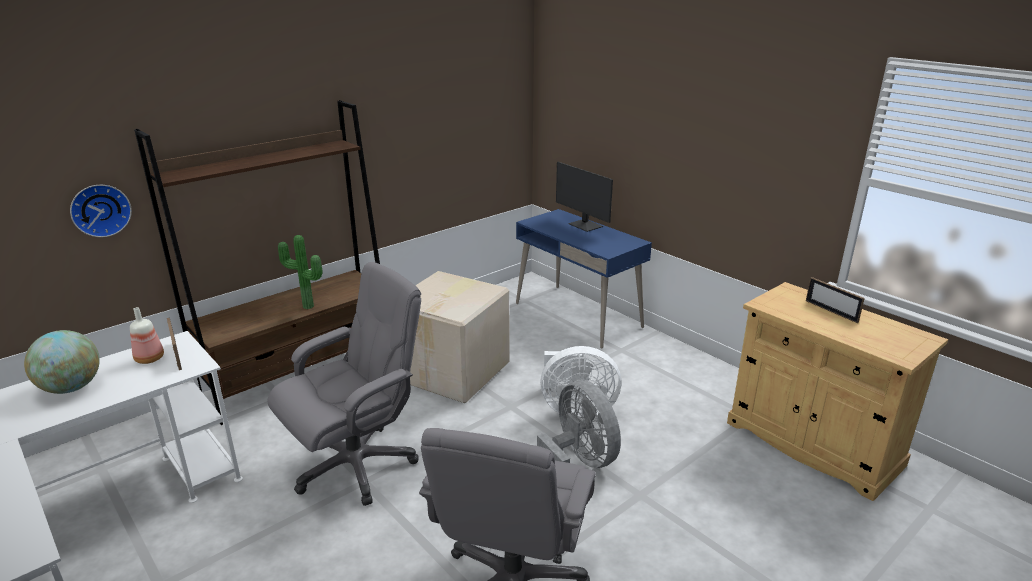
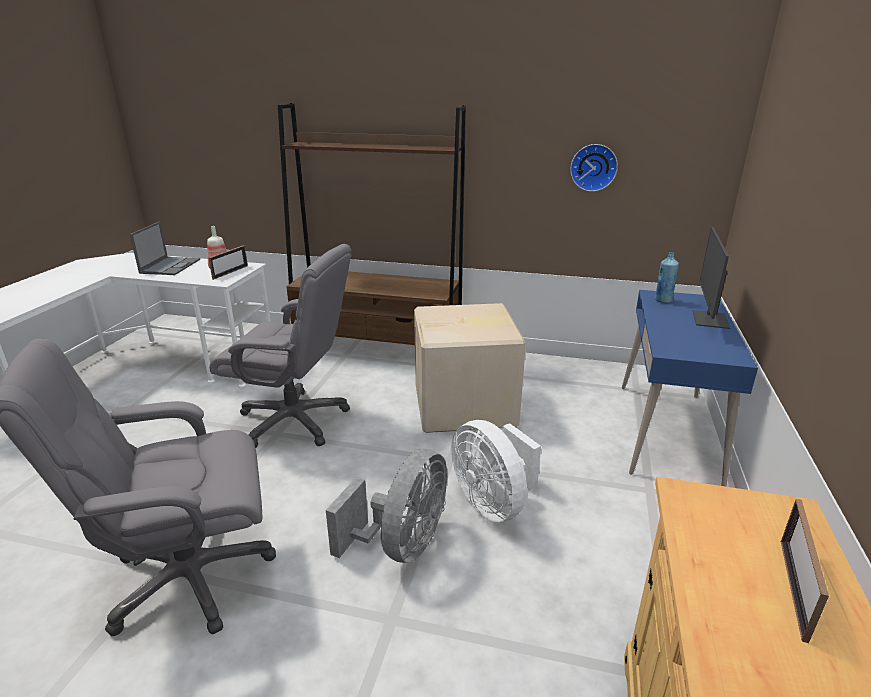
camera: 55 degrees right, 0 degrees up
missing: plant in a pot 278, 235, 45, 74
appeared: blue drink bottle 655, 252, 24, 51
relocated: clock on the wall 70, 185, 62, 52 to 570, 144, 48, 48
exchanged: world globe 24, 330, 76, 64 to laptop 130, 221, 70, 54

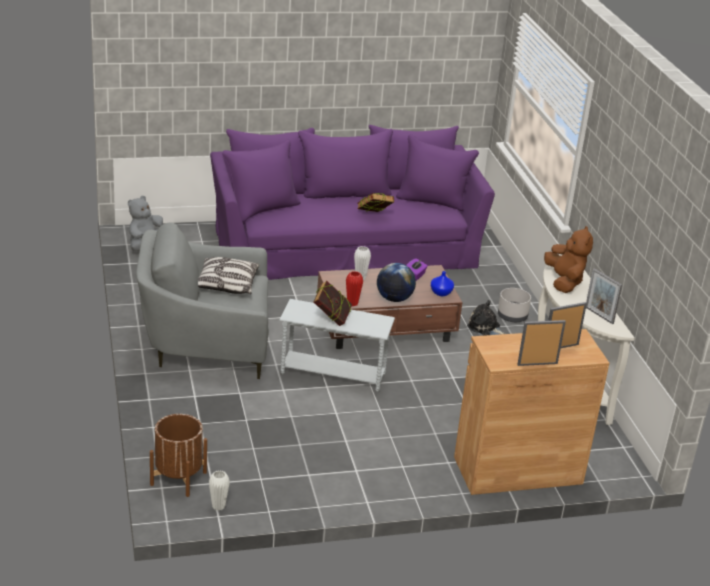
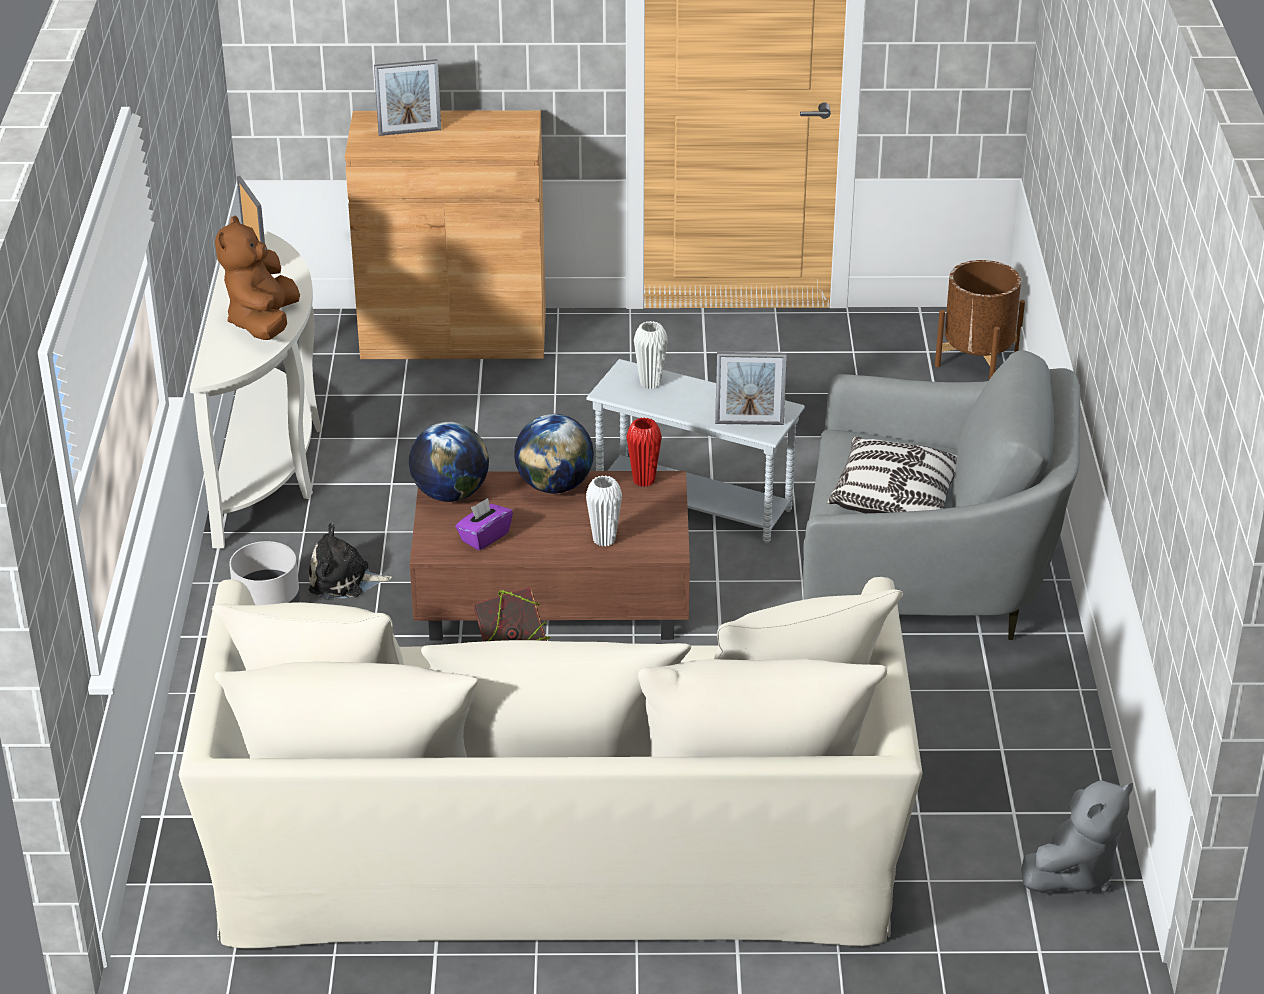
camera: 165 degrees left, 5 degrees up
missing: book 314, 280, 38, 46
relocated: whitish flower vase 209, 470, 21, 41 to 634, 321, 34, 68; photo frame 517, 320, 49, 46 to 715, 352, 72, 73
exchanged: blue flower vase 431, 271, 23, 25 to world globe 409, 422, 80, 80
colour: purple-coloured couch 210, 125, 285, 155 to sand-coloured couch 179, 577, 744, 372
spun: cuddly toy 467, 300, 38, 36 = 309, 523, 83, 75 135 degrees clockwise

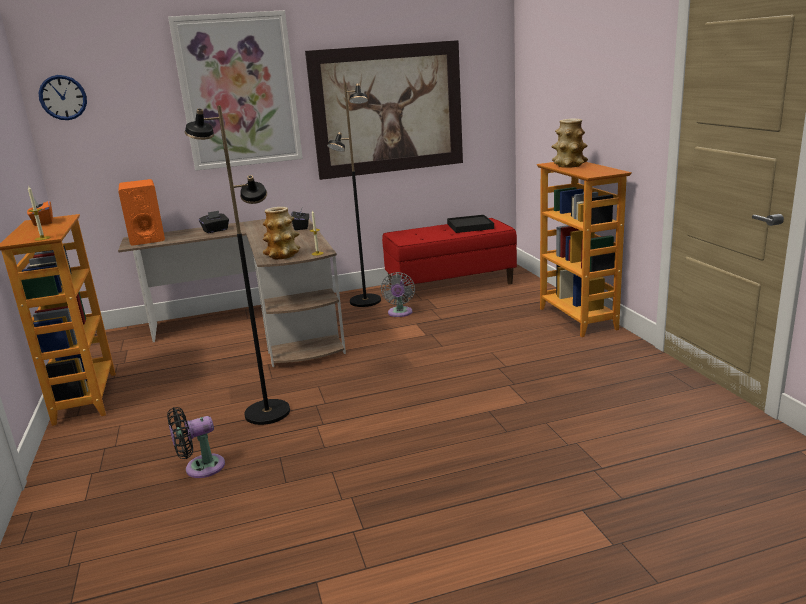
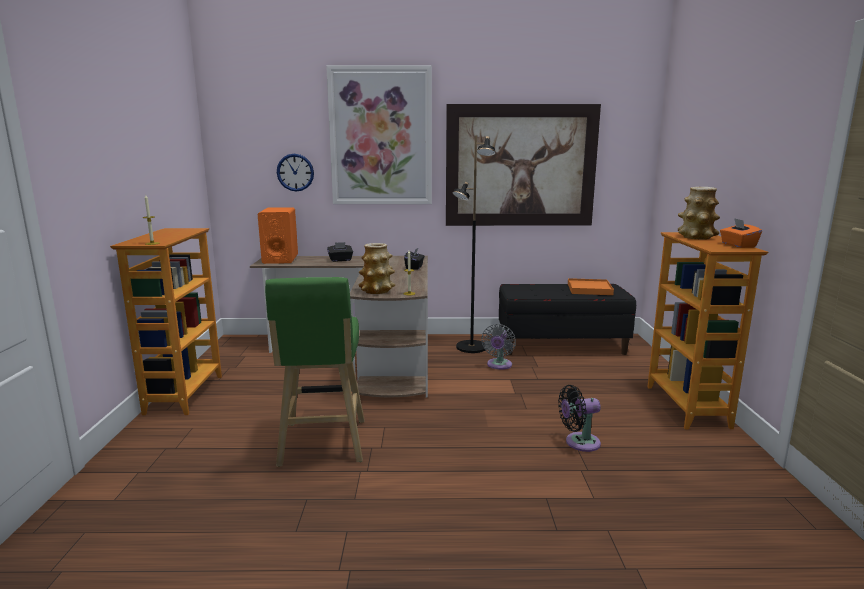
camera: 15 degrees right, 5 degrees down
relocated: clock on the wall 39, 75, 48, 45 to 277, 154, 37, 38; black cooling fan 167, 407, 58, 71 to 558, 385, 43, 67; orange-coloured box of tissues 27, 198, 26, 28 to 720, 218, 42, 30
exchanged: black standing lamp 185, 105, 105, 320 to greenish stool 265, 277, 100, 190
colour: red long seat 382, 218, 135, 84 to black long seat 499, 284, 137, 71; black carrying tray 447, 215, 47, 18 to orange-coloured carrying tray 568, 278, 46, 17

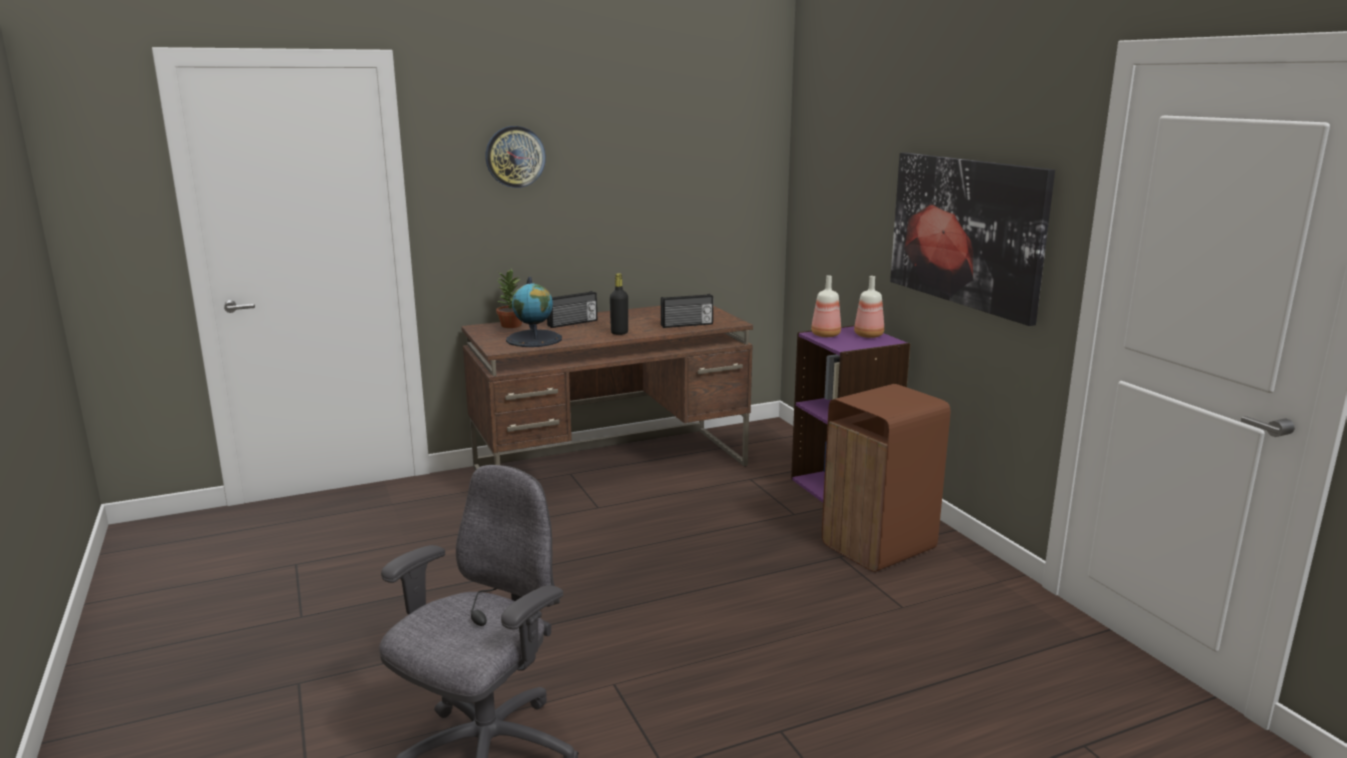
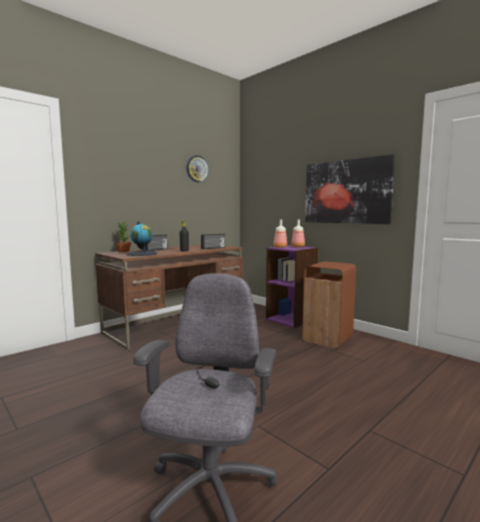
camera: 20 degrees left, 10 degrees down
relocated: clock on the wall 485, 126, 61, 62 to 187, 155, 22, 27

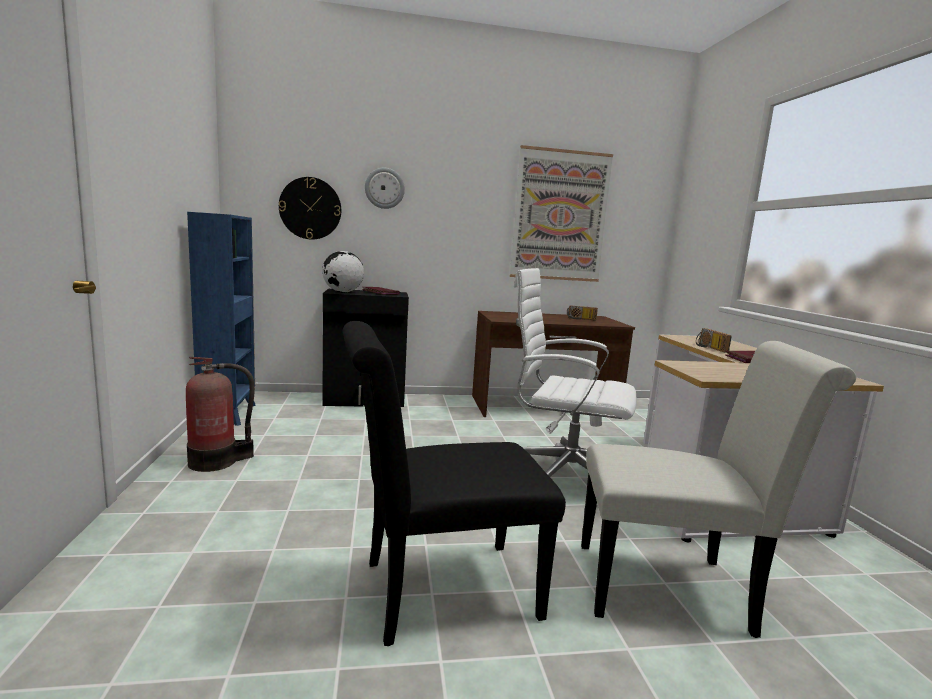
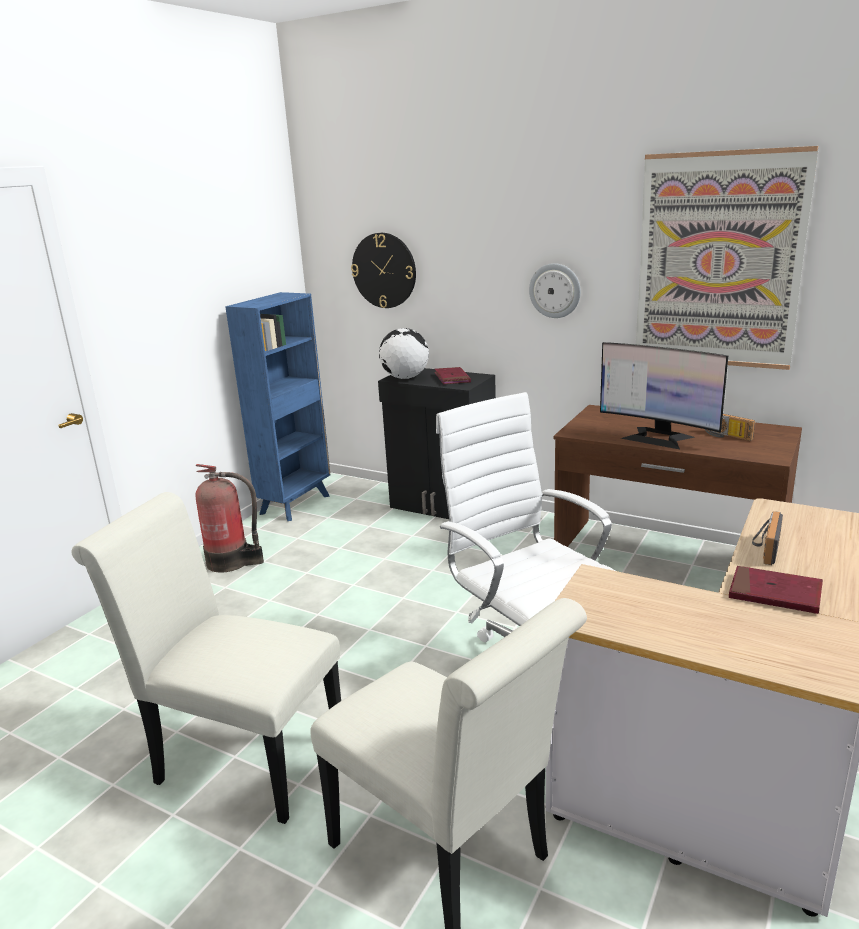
camera: 40 degrees right, 10 degrees up
appeared: monitor 600, 342, 128, 107
relocated: clock on the wall 365, 168, 40, 41 to 529, 263, 52, 55
colour: black plain chair 342, 321, 224, 325 to whitish plain chair 72, 492, 269, 332

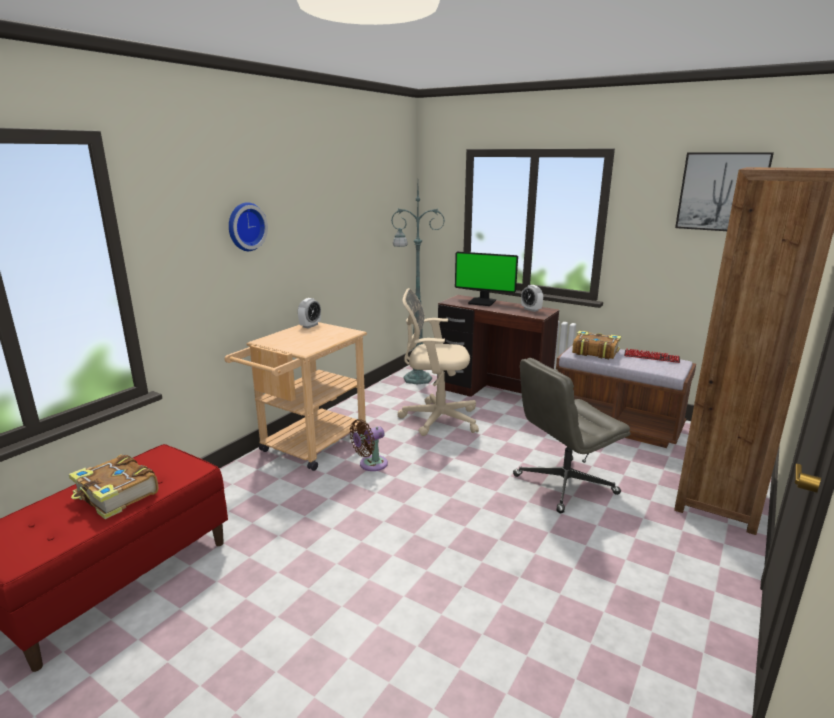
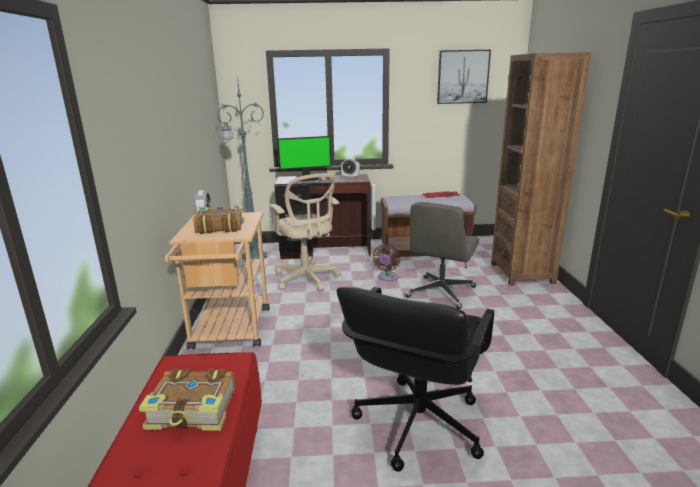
camera: 35 degrees left, 0 degrees up
missing: clock on the wall 229, 202, 39, 49
appeared: black office chair 337, 287, 157, 185
relocated: book 572, 330, 49, 29 to 193, 205, 51, 29; brown-coloured cooling fan 350, 419, 38, 52 to 372, 245, 28, 36
spun: sand-coloured office chair 397, 288, 82, 148 = 269, 173, 72, 119 90 degrees counterclockwise

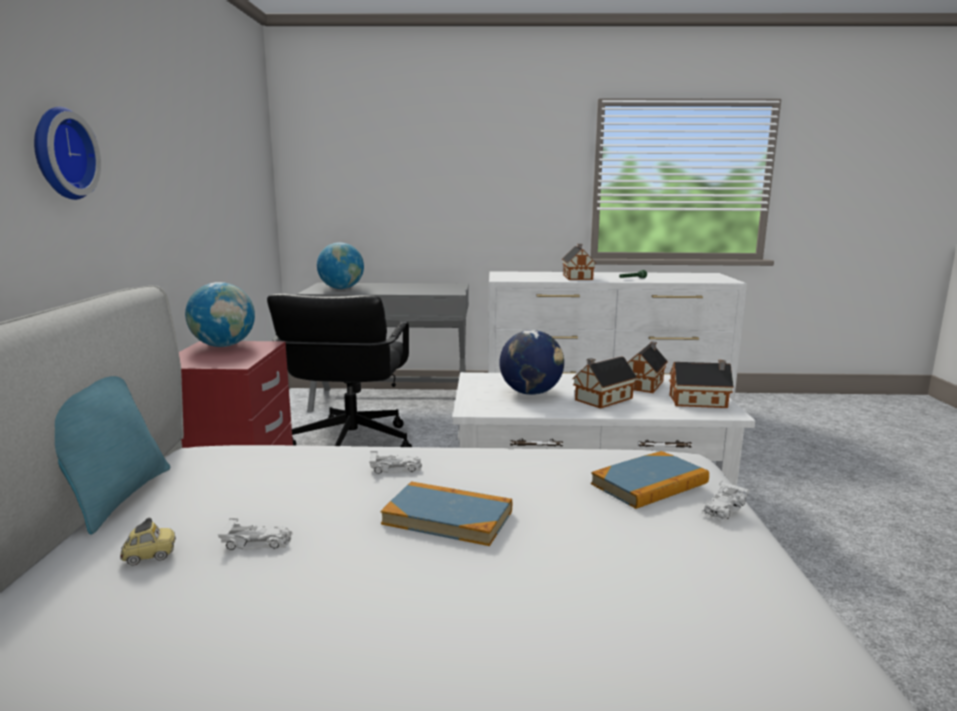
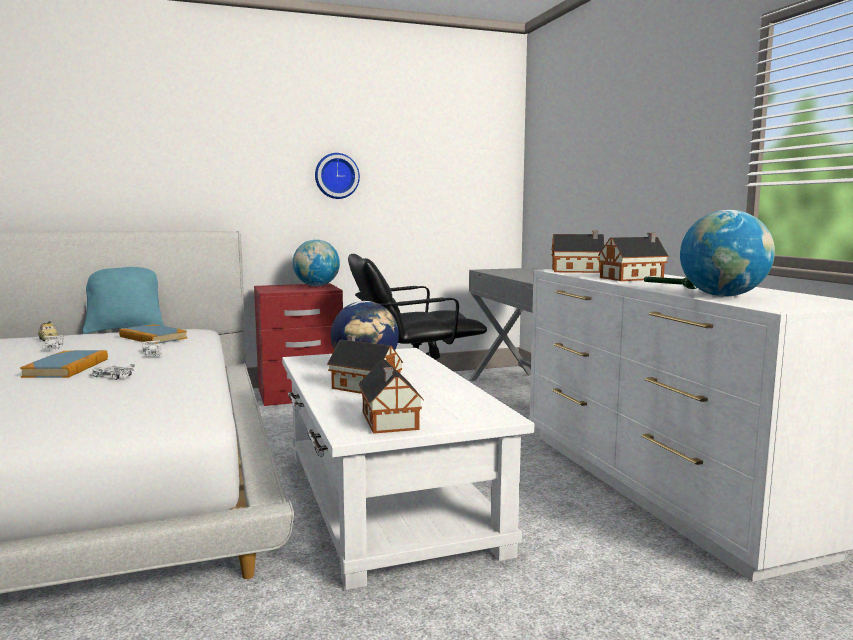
camera: 70 degrees right, 5 degrees down
relocated: whitish model car 702, 480, 48, 42 to 90, 364, 45, 16; book 591, 451, 118, 58 to 119, 324, 68, 20; clock on the wall 34, 107, 67, 93 to 315, 153, 45, 46; toy house 628, 341, 40, 52 to 552, 230, 53, 43; world globe 317, 242, 47, 47 to 680, 210, 95, 87

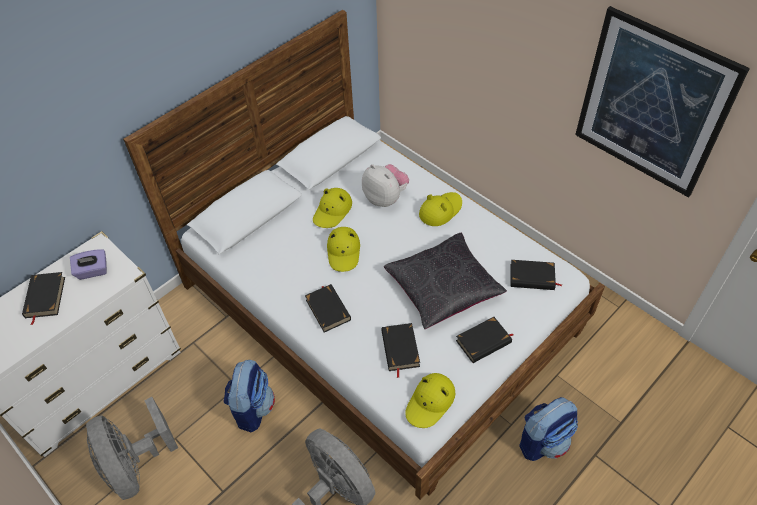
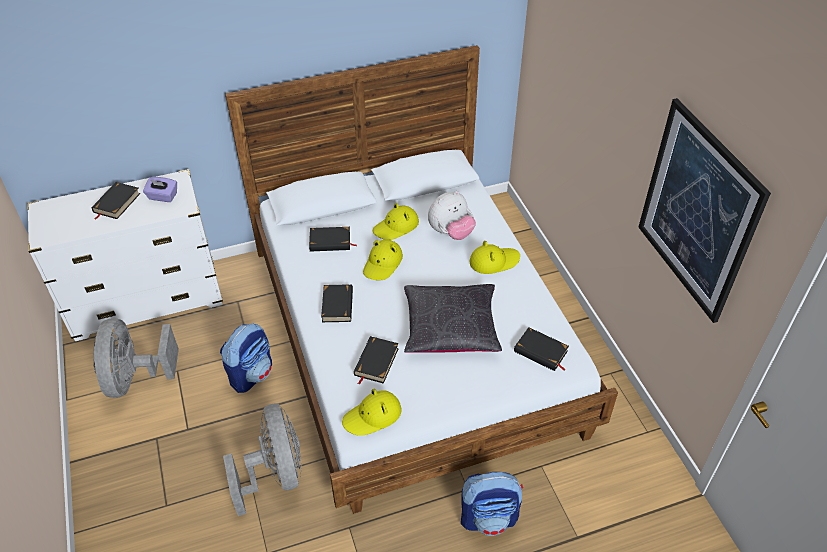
camera: 25 degrees right, 5 degrees down
relocated: black book 456, 317, 57, 46 to 309, 227, 48, 25
spun: cuddly toy 362, 164, 47, 43 = 428, 191, 48, 49 75 degrees clockwise

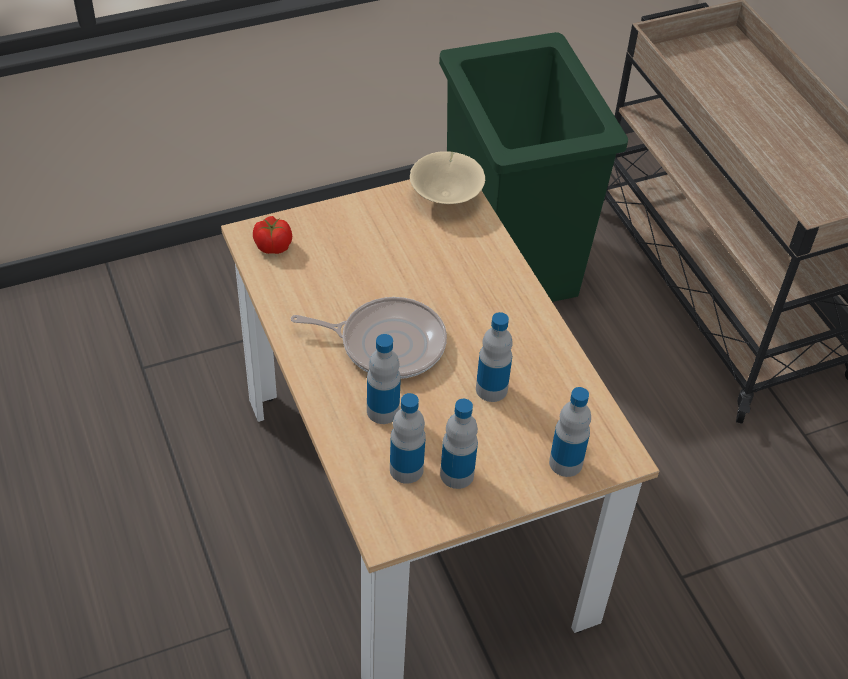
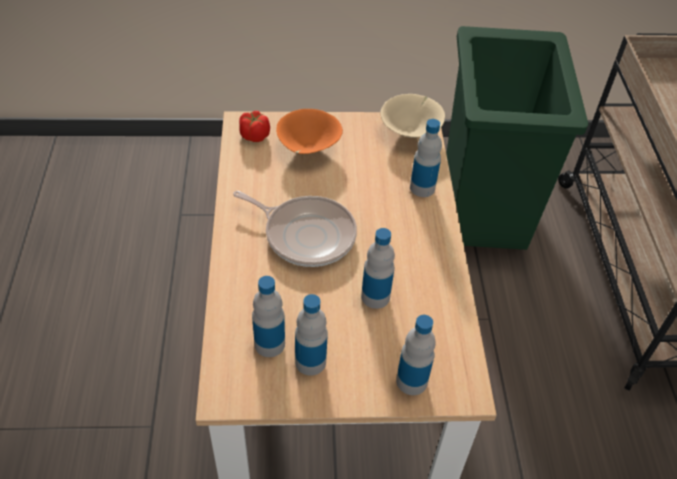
camera: 20 degrees right, 0 degrees up
appeared: orange-coloured bowl 276, 109, 67, 45
relocated: drink bottle 367, 334, 34, 90 to 410, 119, 32, 78

